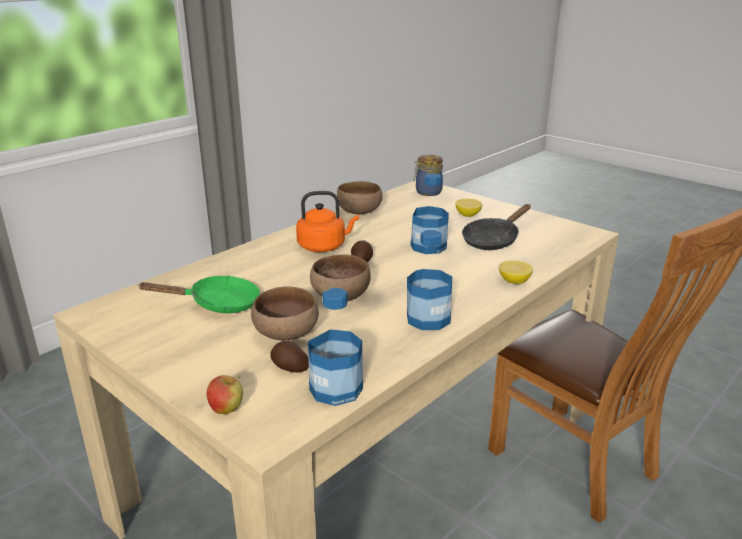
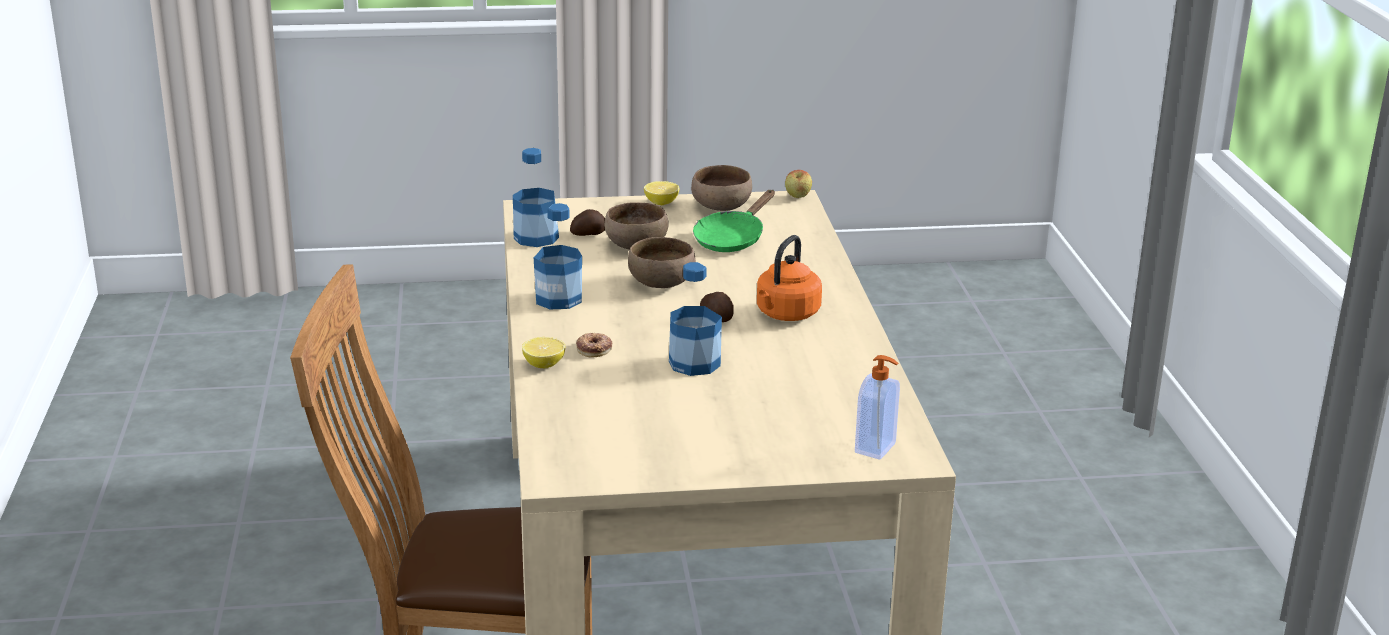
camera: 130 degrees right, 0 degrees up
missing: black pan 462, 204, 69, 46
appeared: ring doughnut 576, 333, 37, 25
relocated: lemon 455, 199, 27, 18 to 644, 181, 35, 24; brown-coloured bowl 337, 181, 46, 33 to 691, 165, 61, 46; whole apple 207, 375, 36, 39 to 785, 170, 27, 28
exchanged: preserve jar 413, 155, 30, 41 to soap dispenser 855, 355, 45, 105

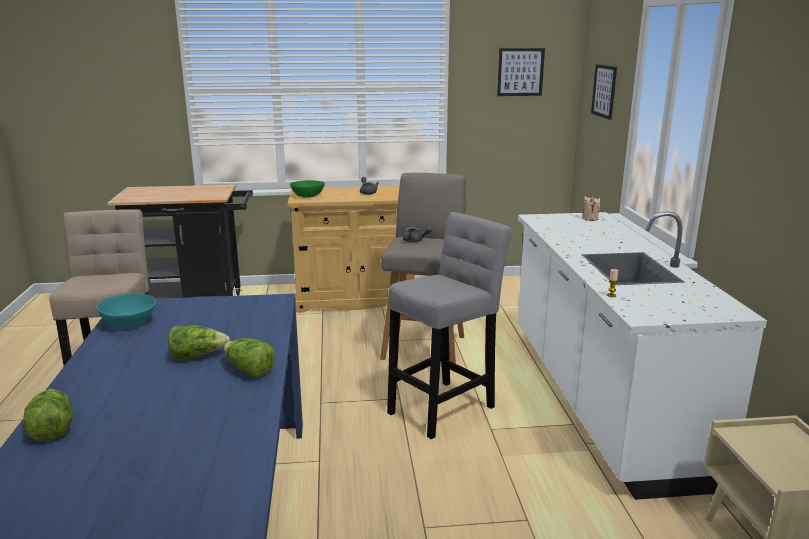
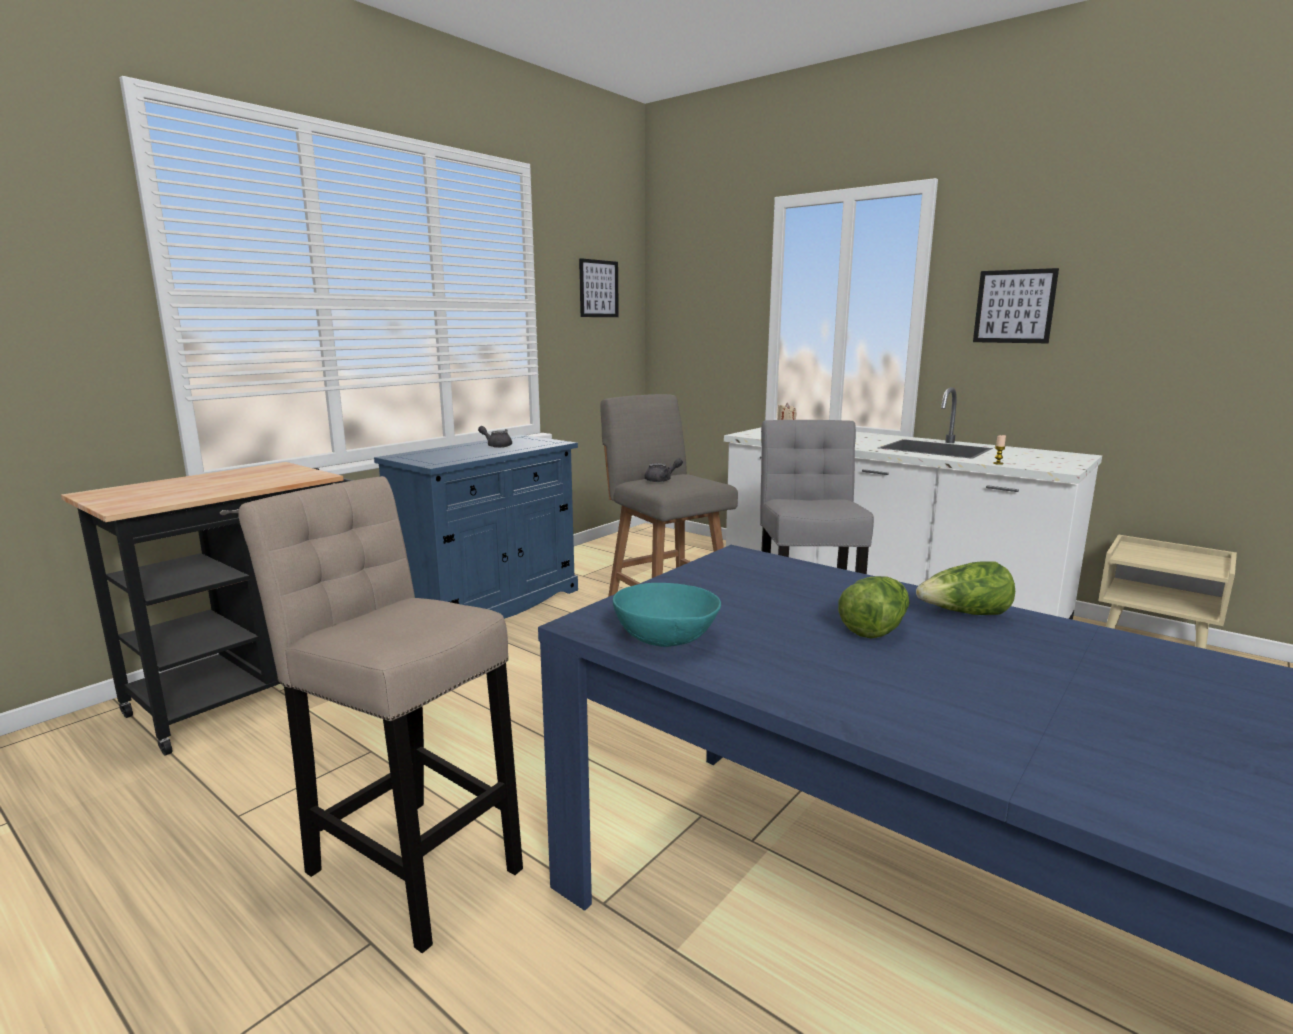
camera: 45 degrees left, 5 degrees down
missing: lettuce head 22, 389, 51, 52; greenish bowl 290, 180, 35, 17
relocated: picture 591, 64, 26, 56 to 973, 268, 86, 75
colour: sand-coloured cupboard 288, 186, 127, 127 to blue cupboard 374, 435, 204, 184

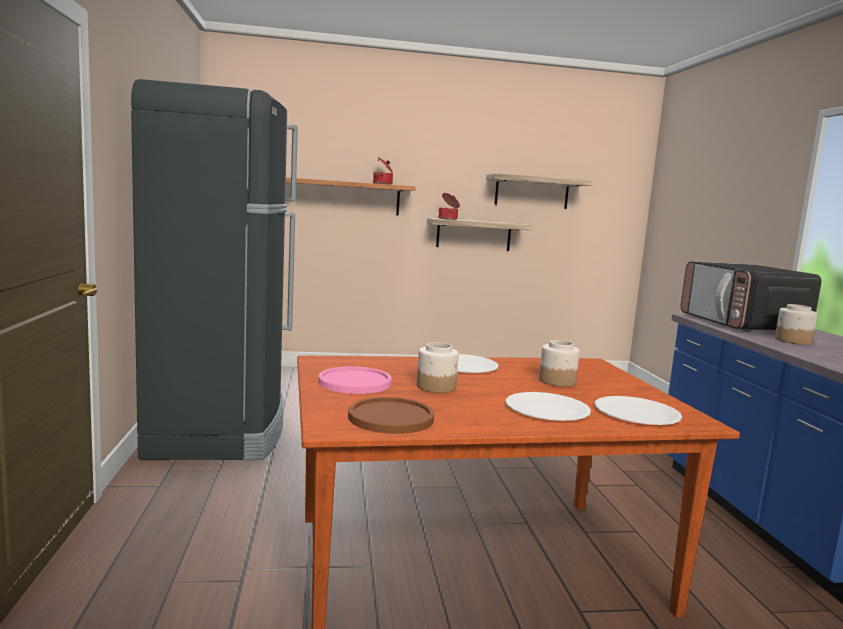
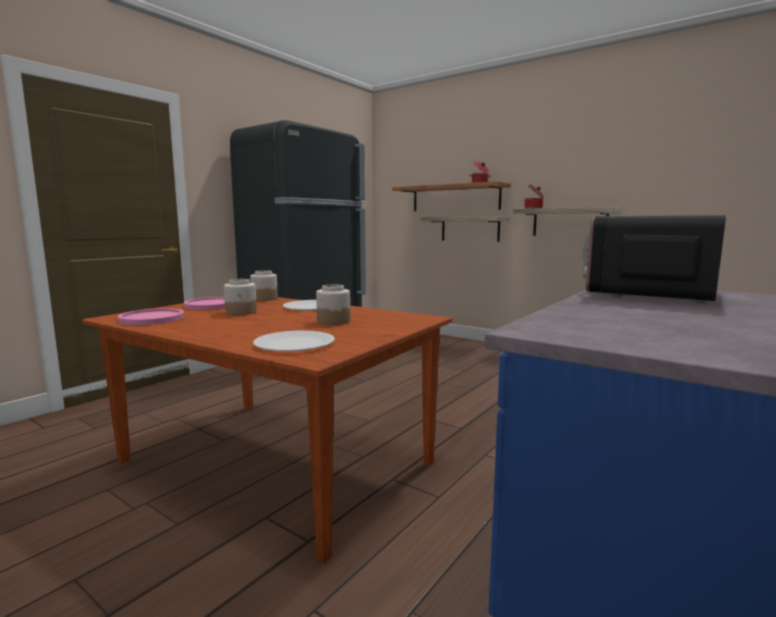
camera: 45 degrees right, 0 degrees up
missing: whitish dinner plate 505, 392, 86, 29
relocated: preserve jar 775, 304, 43, 41 to 250, 270, 28, 31; wall shelf 486, 173, 107, 36 to 421, 216, 88, 26
colour: brown-coloured dinner plate 348, 397, 86, 37 to pink dinner plate 118, 308, 66, 17

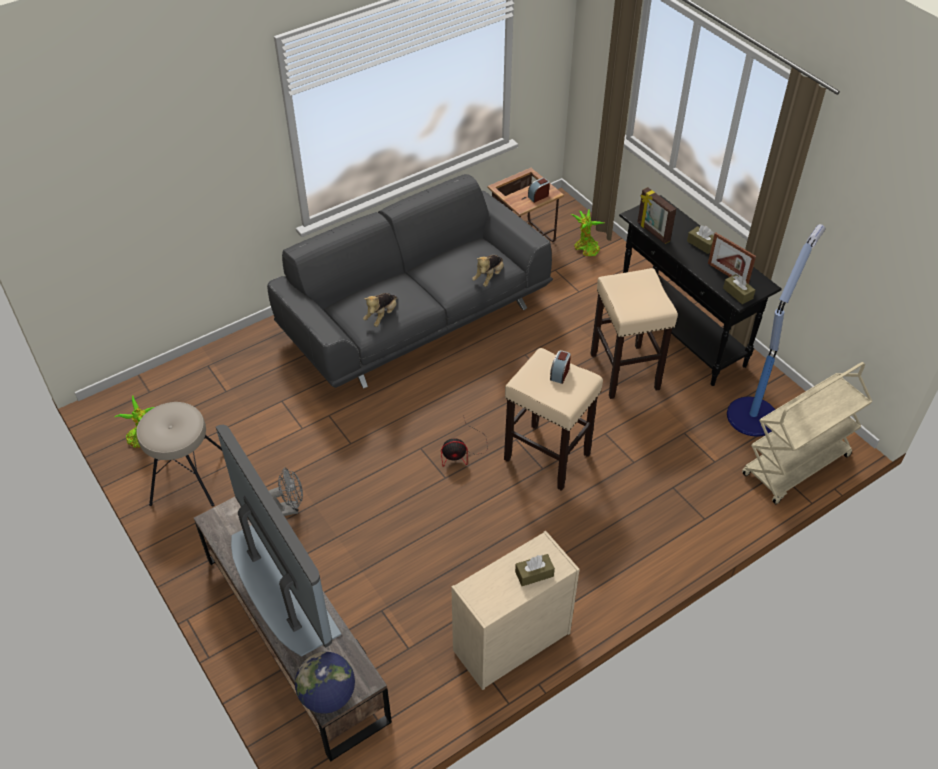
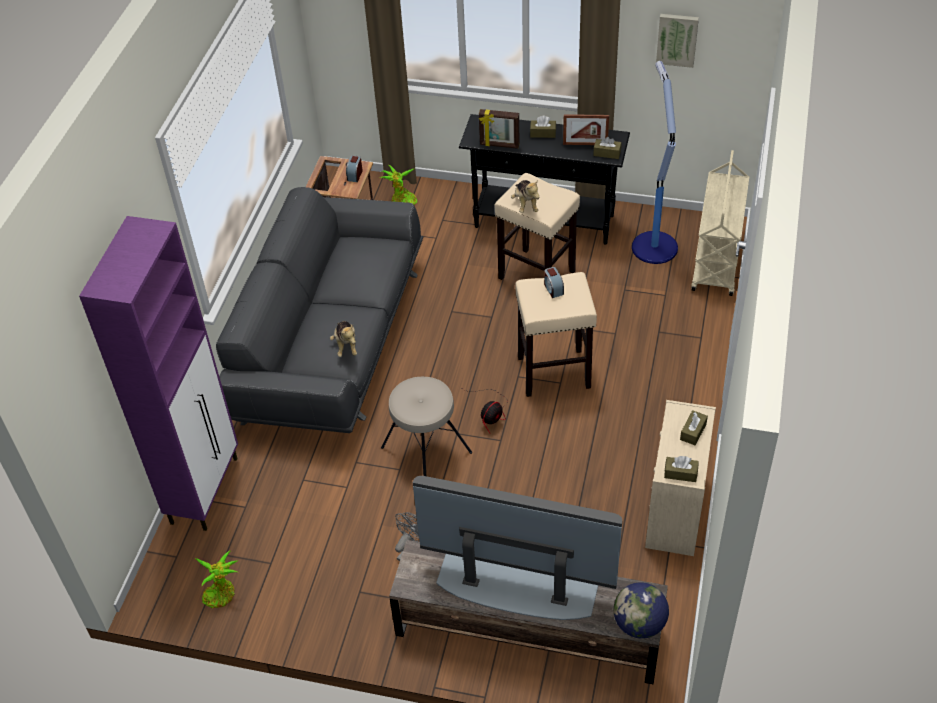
camera: 40 degrees left, 0 degrees up
appeared: purple-coloured cupboard 79, 216, 159, 315; picture 656, 14, 43, 54; brown-coloured box of tissues 664, 456, 35, 26
relocated: sand-coloured stool 137, 402, 85, 104 to 381, 377, 91, 99; cuddly toy 472, 255, 32, 32 to 511, 180, 28, 33

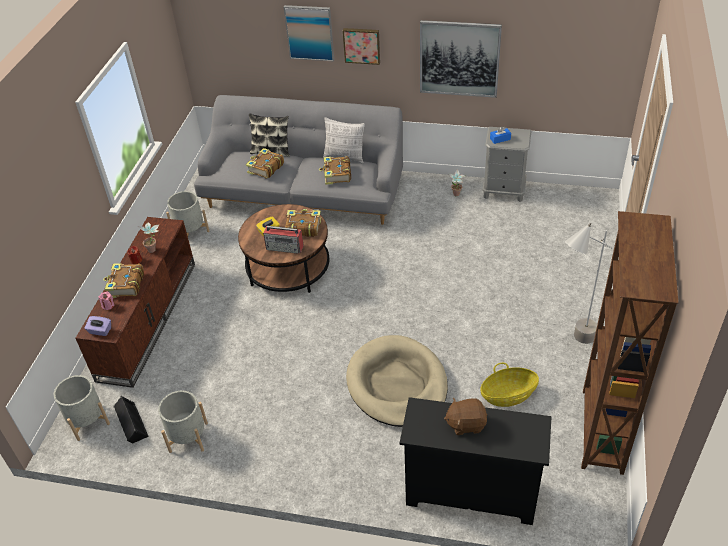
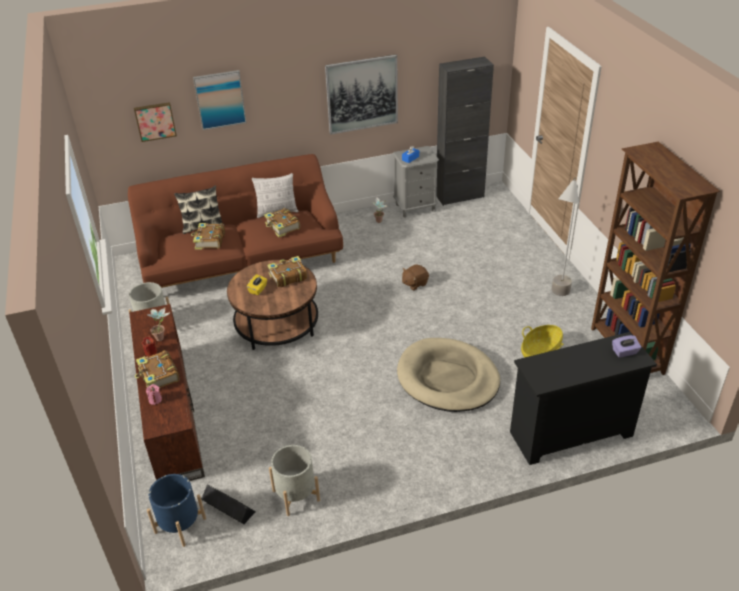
camera: 30 degrees left, 5 degrees down
missing: radio set 263, 226, 41, 28
appeared: black cupboard 436, 57, 58, 149
relocated: picture 343, 28, 37, 37 to 134, 102, 43, 40; brown-coloured cuddly toy 444, 398, 43, 37 to 402, 264, 27, 26; purple-coloured box of tissues 85, 316, 26, 20 to 612, 335, 29, 23
colour: gray couch 194, 95, 209, 130 to brown-coloured couch 128, 154, 215, 134; gray flower pot 54, 375, 56, 66 to blue flower pot 147, 474, 59, 73

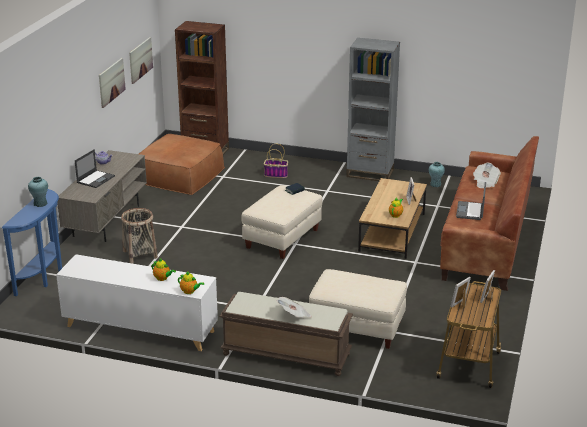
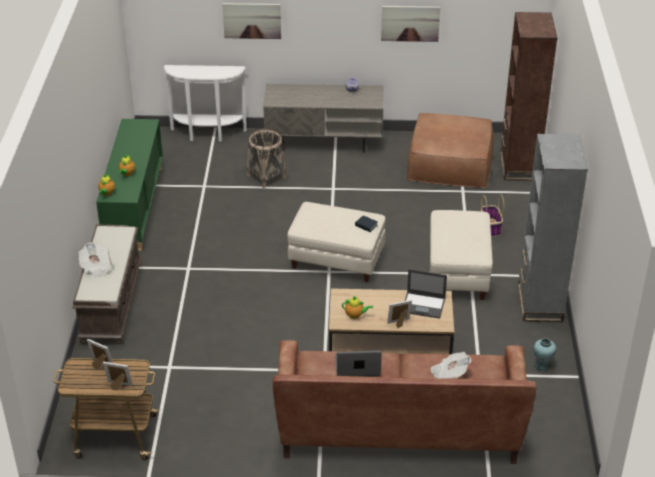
camera: 75 degrees right, 10 degrees up
missing: blue-green flower vase 28, 177, 20, 30
relocated: picture 129, 37, 24, 47 to 222, 3, 59, 36; laptop 75, 149, 40, 39 to 405, 269, 42, 50; sand-coloured footrest 309, 269, 98, 80 to 430, 210, 63, 90
colour: whitish cupboard 56, 254, 162, 97 to greenish cupboard 96, 119, 67, 132; blue narrow table 2, 189, 60, 107 to whitish narrow table 163, 65, 84, 77

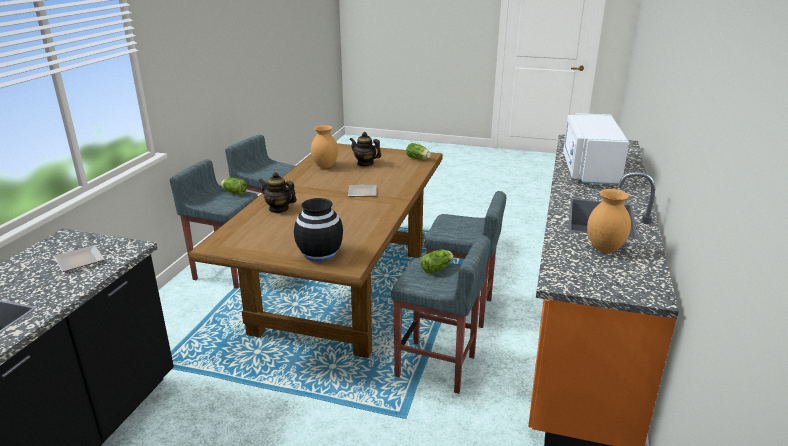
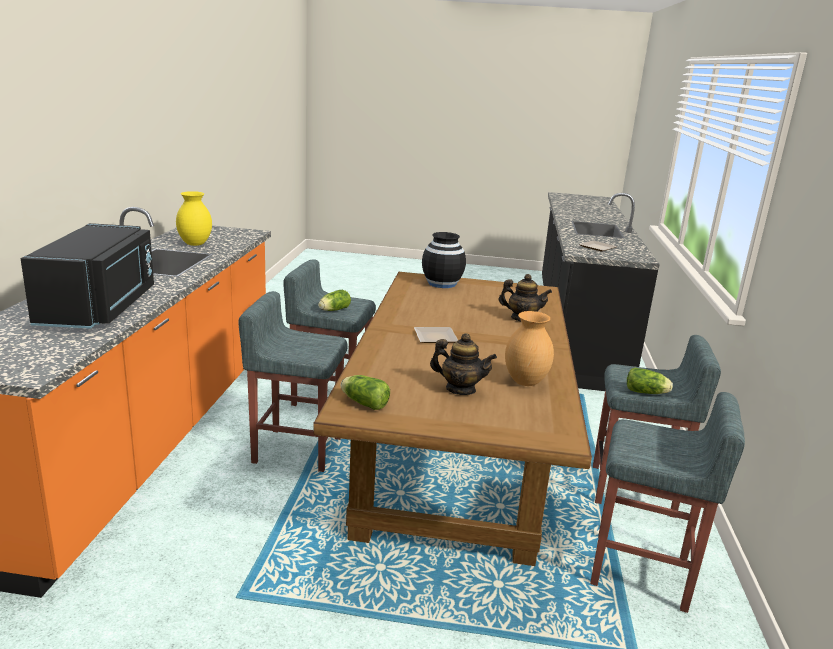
camera: 170 degrees right, 5 degrees down
colour: whitish microwave 563, 113, 66, 72 to black microwave 21, 223, 133, 106; brown-coloured flower vase 587, 189, 44, 64 to yellow flower vase 176, 191, 36, 55

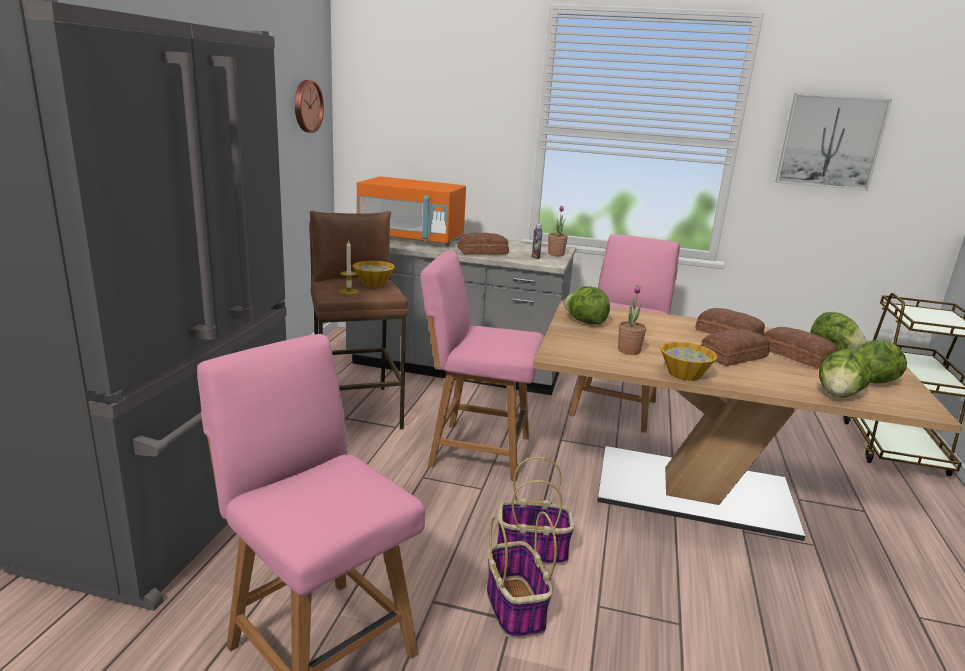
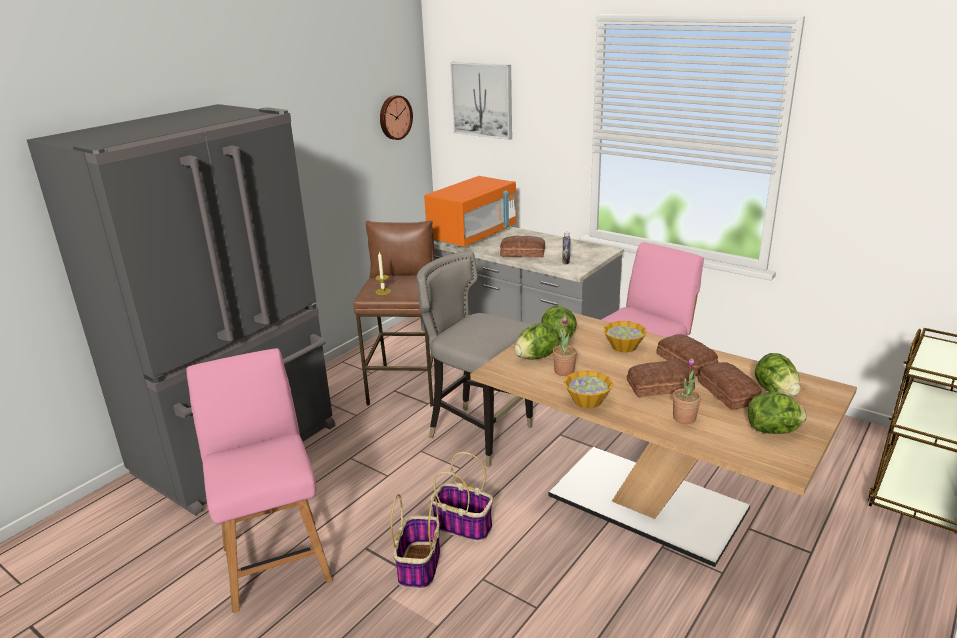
camera: 25 degrees right, 5 degrees up
relocated: picture 775, 93, 117, 98 to 450, 62, 62, 78; lettuce head 819, 349, 53, 49 to 515, 323, 44, 37; bowl 353, 261, 42, 26 to 604, 321, 43, 32; plant in a pot 548, 206, 20, 50 to 673, 359, 28, 65
exchanged: pink plain chair 421, 251, 123, 230 to gray stool 417, 251, 116, 216
spun: orange-coloured microwave 357, 176, 109, 70 = 424, 176, 92, 71 90 degrees counterclockwise

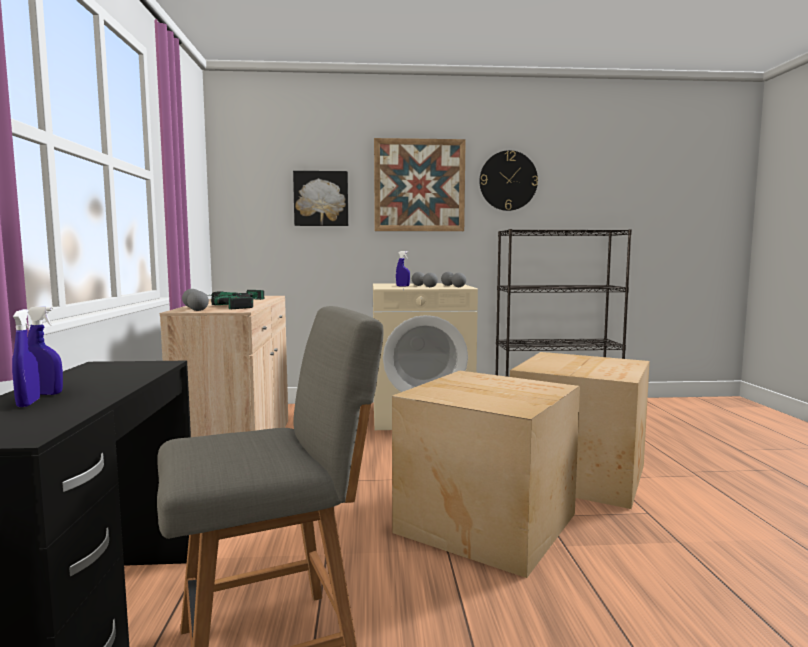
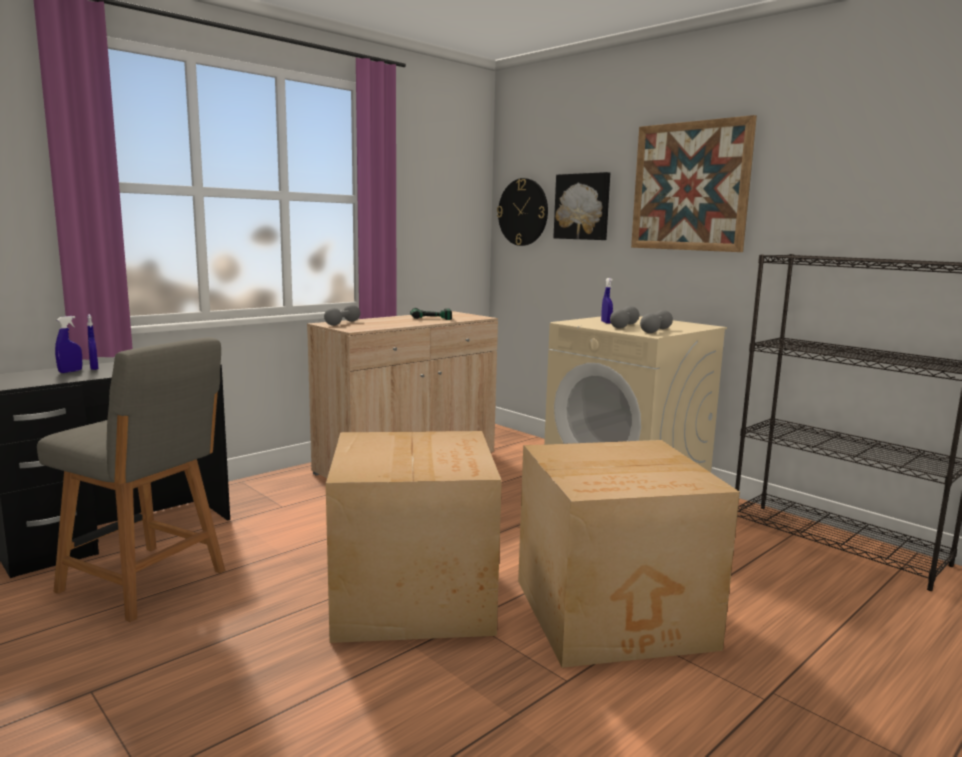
camera: 50 degrees right, 5 degrees up
missing: power drill 211, 295, 50, 14
relocated: clock on the wall 479, 150, 59, 61 to 497, 178, 51, 68

